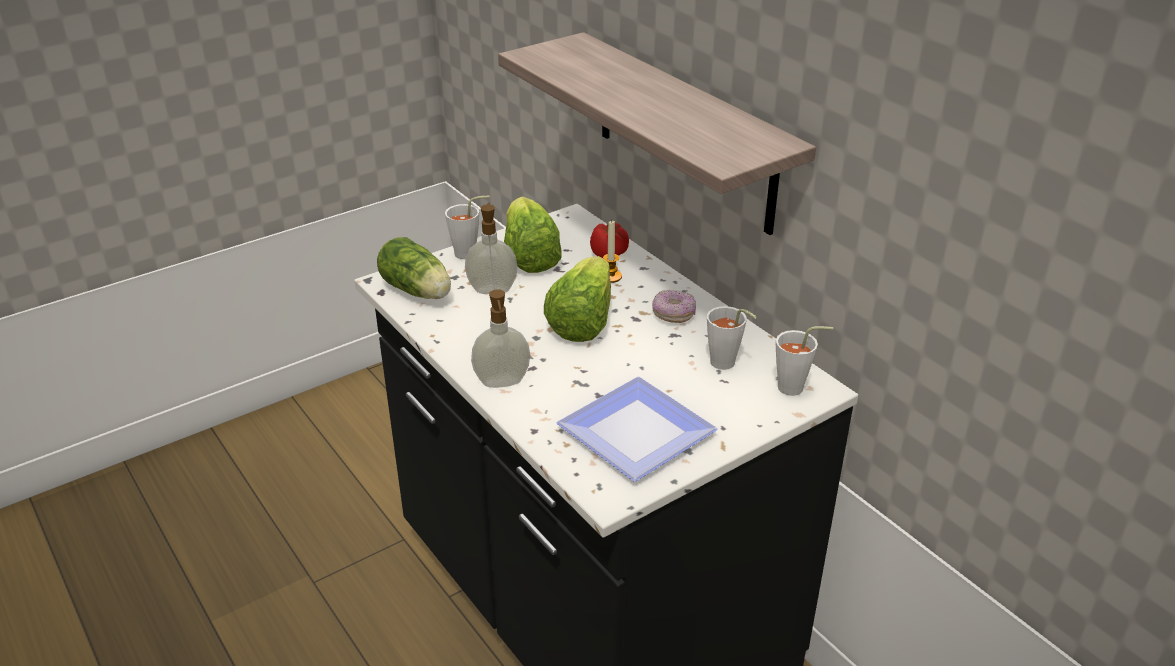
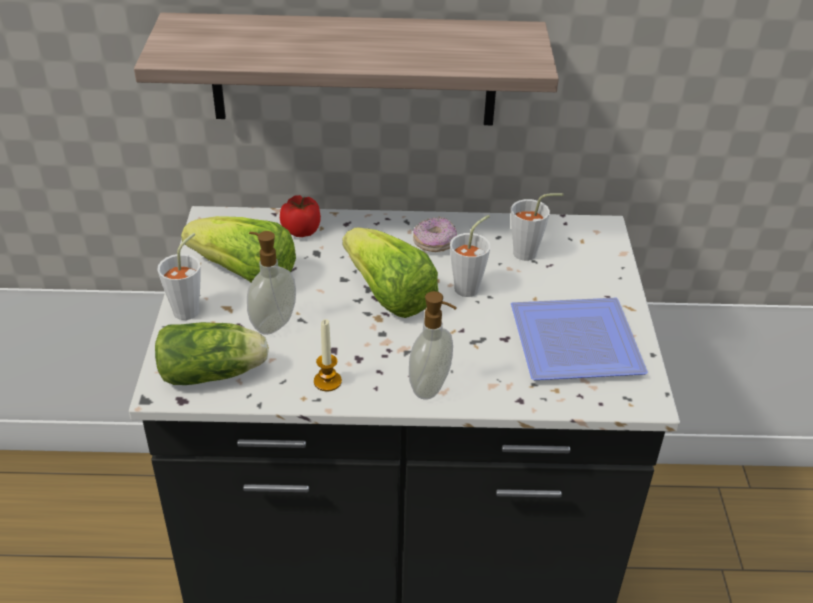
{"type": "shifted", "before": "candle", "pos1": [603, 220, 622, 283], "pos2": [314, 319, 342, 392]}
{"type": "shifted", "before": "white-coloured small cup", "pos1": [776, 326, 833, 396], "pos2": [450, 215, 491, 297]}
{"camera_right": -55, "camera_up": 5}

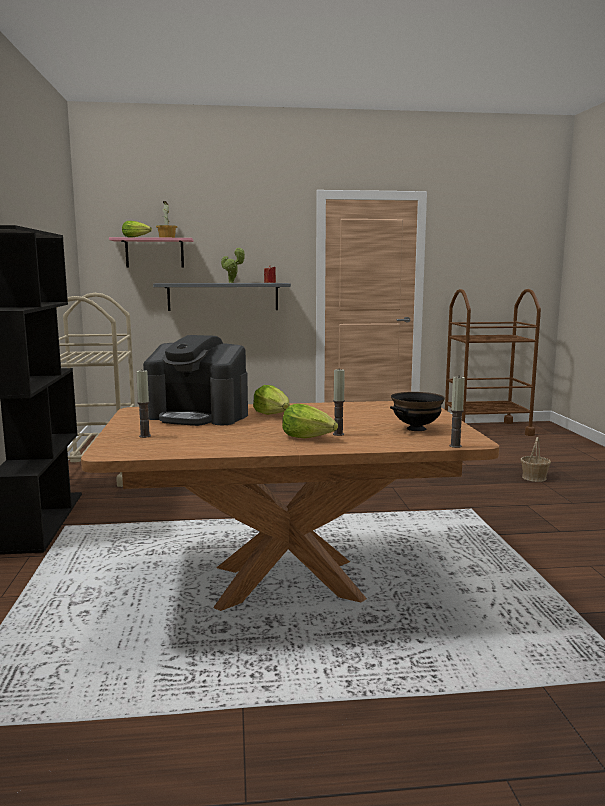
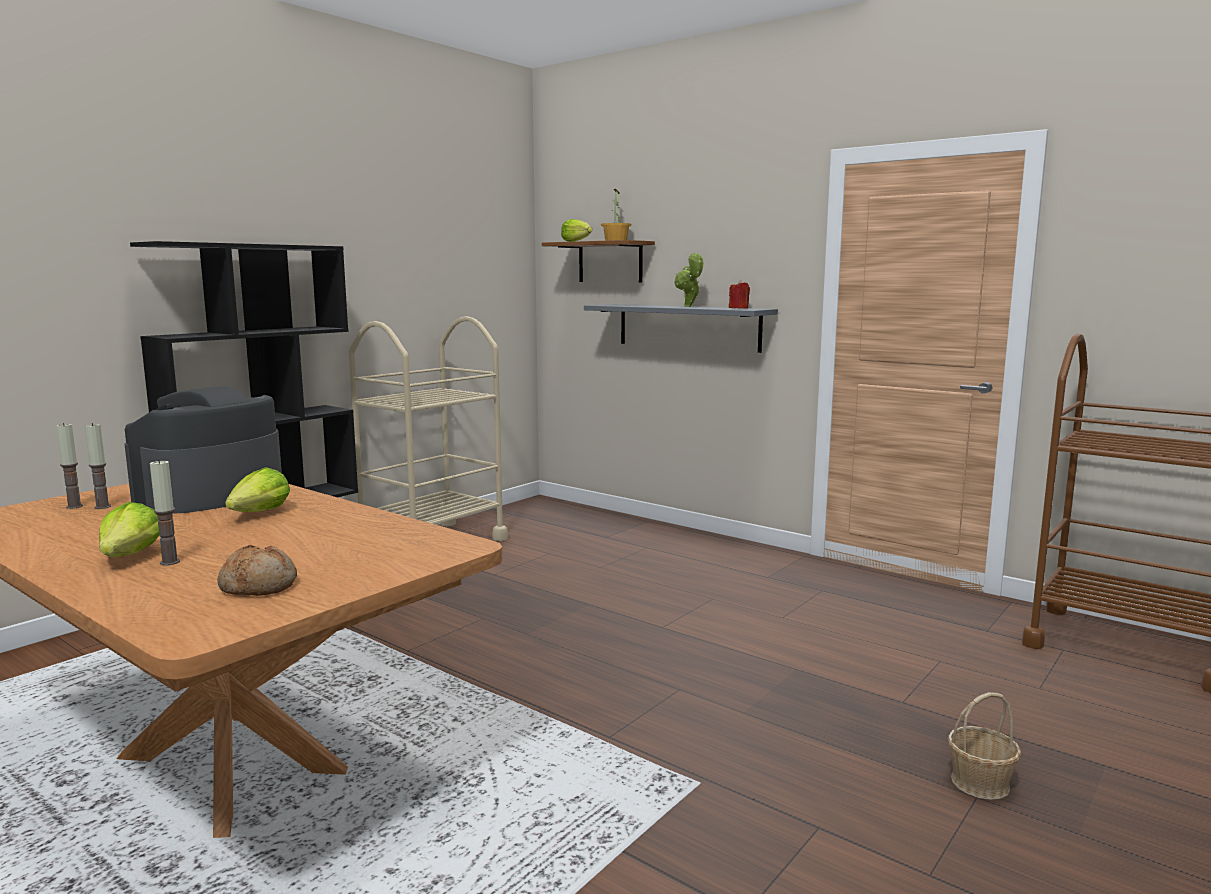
{"type": "shifted", "before": "candle", "pos1": [449, 377, 465, 448], "pos2": [85, 423, 111, 509]}
{"type": "swapped", "before": "blackish deep dish", "after": "bakery bread", "pos1": [390, 392, 445, 431], "pos2": [217, 545, 297, 596]}
{"type": "repainted", "before": "pinkish wall shelf", "after": "brown wall shelf", "pos1": [109, 237, 194, 268], "pos2": [542, 240, 655, 283]}
{"type": "rotated", "before": "coffee maker", "pos1": [143, 335, 248, 426], "pos2": [124, 386, 282, 513], "turn": 60}
{"camera_right": 45, "camera_up": 0}

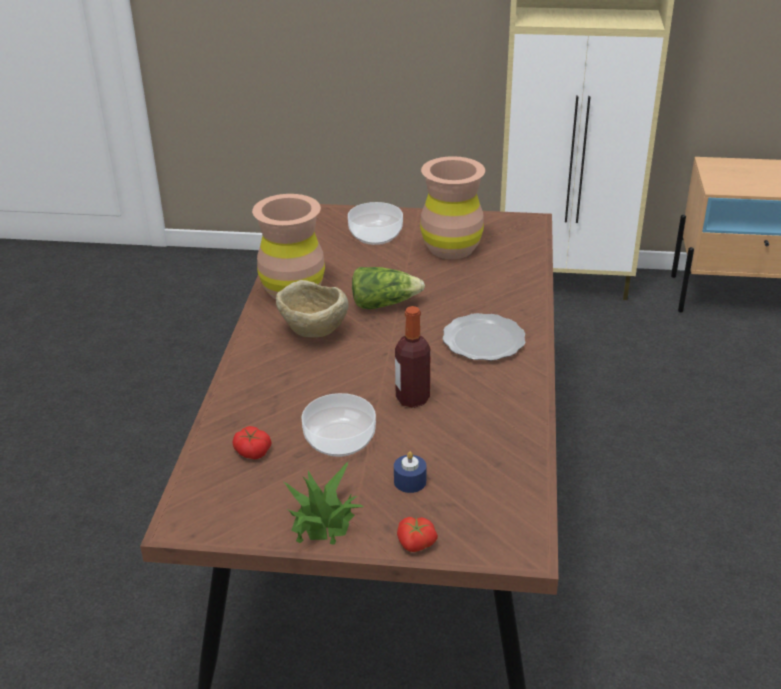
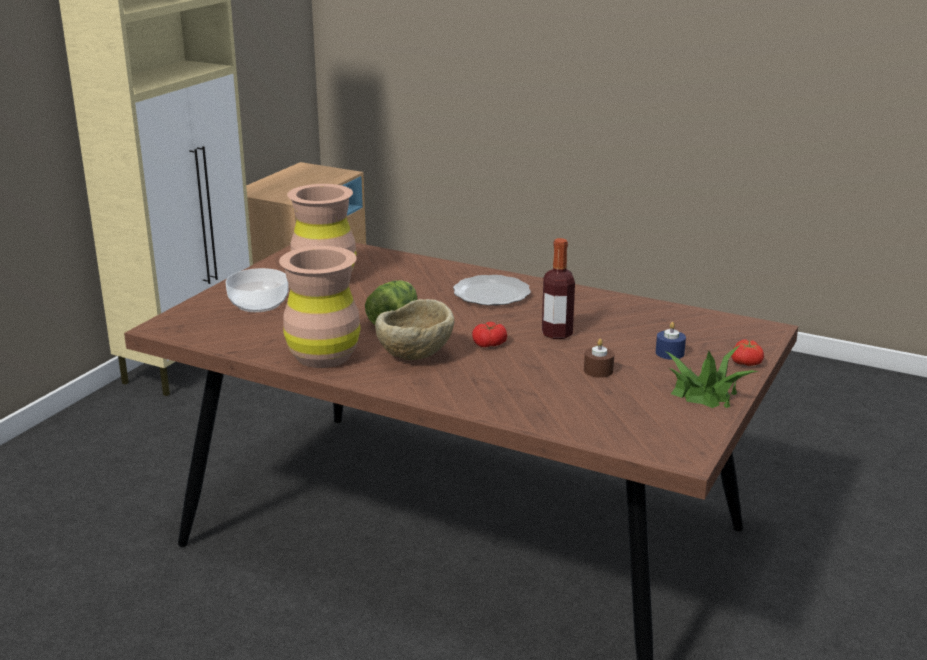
{"type": "shifted", "before": "fresh tomato", "pos1": [233, 426, 272, 459], "pos2": [472, 322, 507, 347]}
{"type": "swapped", "before": "deep dish", "after": "brown candle", "pos1": [302, 393, 376, 457], "pos2": [584, 339, 614, 378]}
{"camera_right": -70, "camera_up": -10}

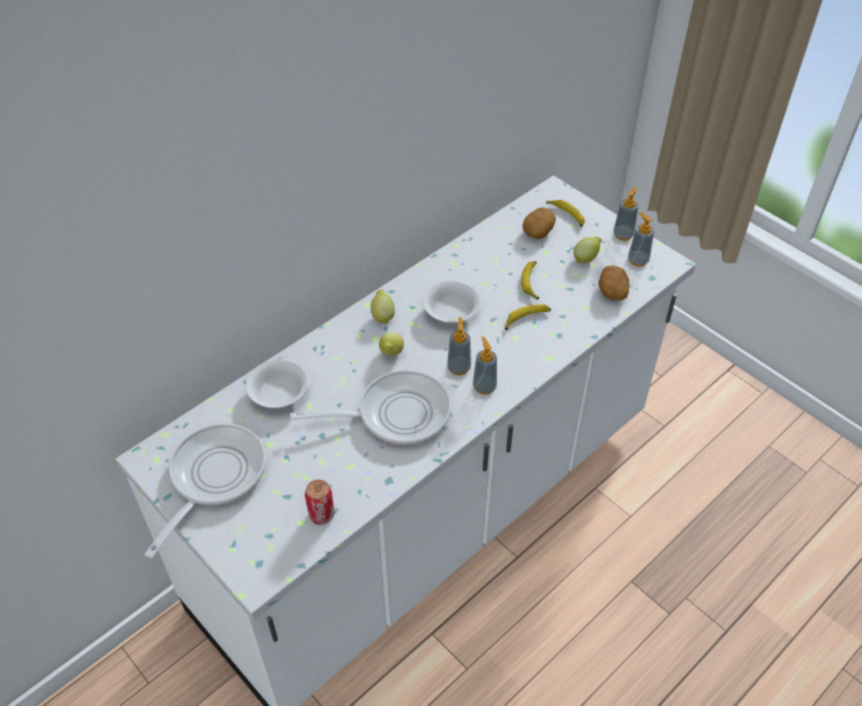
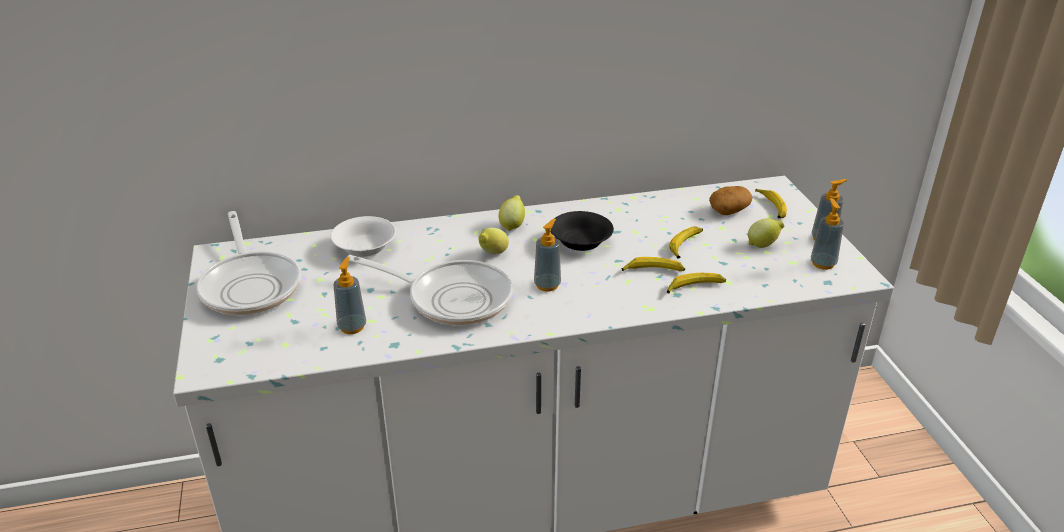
{"type": "gone", "before": "sealed can", "pos1": [305, 480, 334, 525]}
{"type": "gone", "before": "spud", "pos1": [599, 266, 629, 300]}
{"type": "new", "after": "banana fruit", "pos2": [667, 273, 726, 294]}
{"type": "shifted", "before": "soap dispenser", "pos1": [473, 337, 497, 395], "pos2": [333, 257, 366, 334]}
{"type": "repainted", "before": "white-coloured deep dish", "after": "blackish deep dish", "pos1": [423, 281, 481, 323], "pos2": [550, 211, 614, 251]}
{"type": "rotated", "before": "frying pan", "pos1": [144, 423, 266, 558], "pos2": [196, 211, 301, 315], "turn": 105}
{"camera_right": 30, "camera_up": -15}

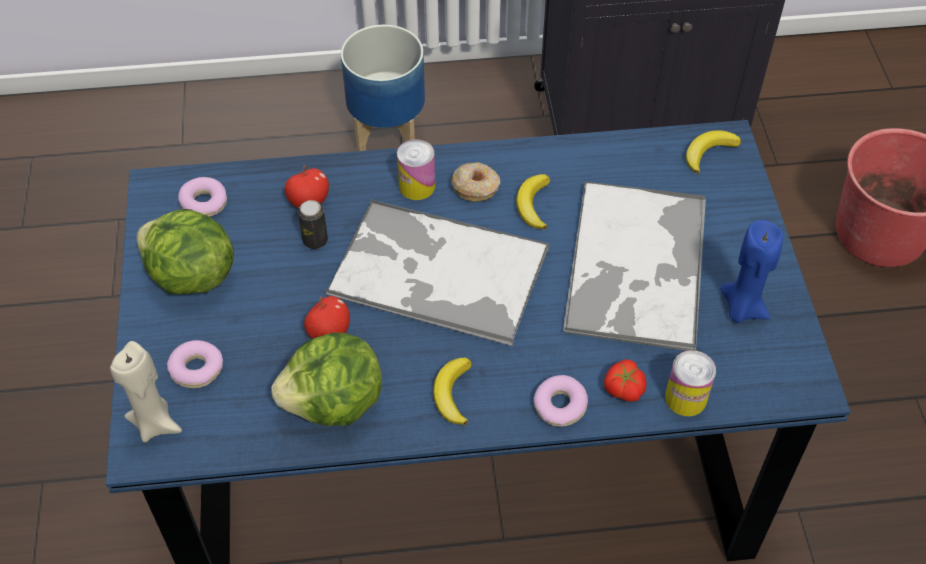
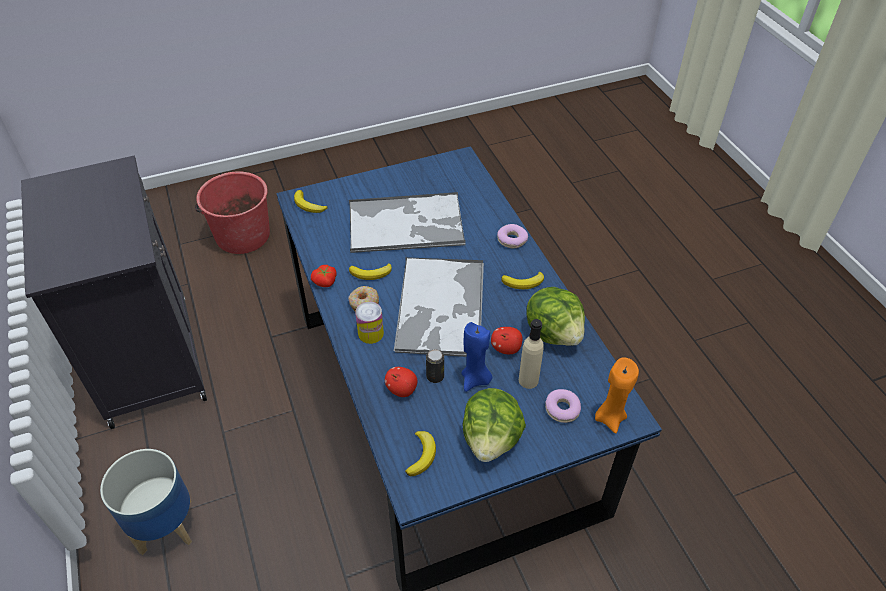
{"type": "gone", "before": "sealed can", "pos1": [665, 350, 716, 416]}
{"type": "new", "after": "beige-coloured bottle", "pos2": [519, 319, 544, 389]}
{"type": "shifted", "before": "fresh tomato", "pos1": [604, 359, 646, 402], "pos2": [311, 265, 337, 287]}
{"type": "shifted", "before": "blue-coloured candle", "pos1": [720, 220, 783, 323], "pos2": [461, 322, 492, 392]}
{"type": "swapped", "before": "doughnut", "after": "banana fruit", "pos1": [178, 177, 227, 217], "pos2": [405, 431, 436, 476]}
{"type": "repainted", "before": "beige-coloured candle", "after": "orangey candle", "pos1": [110, 341, 182, 442], "pos2": [595, 357, 639, 433]}
{"camera_right": -105, "camera_up": -5}

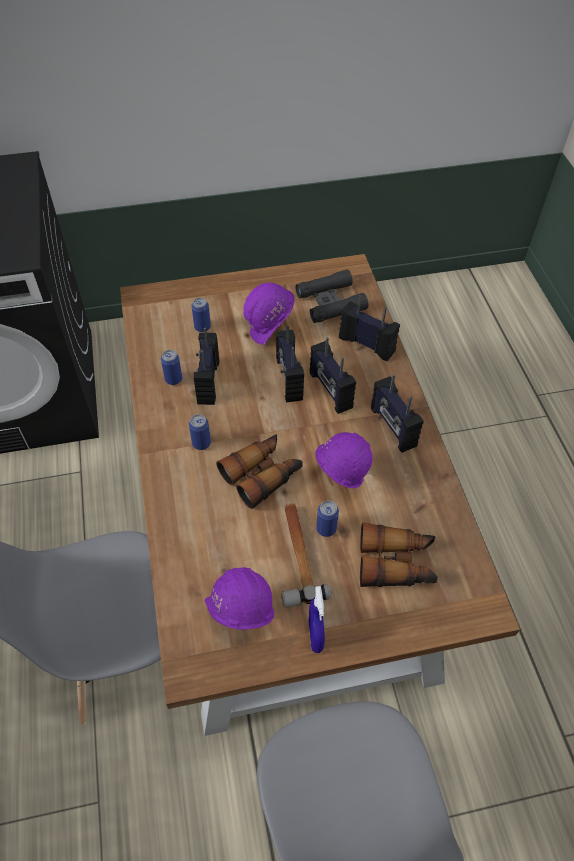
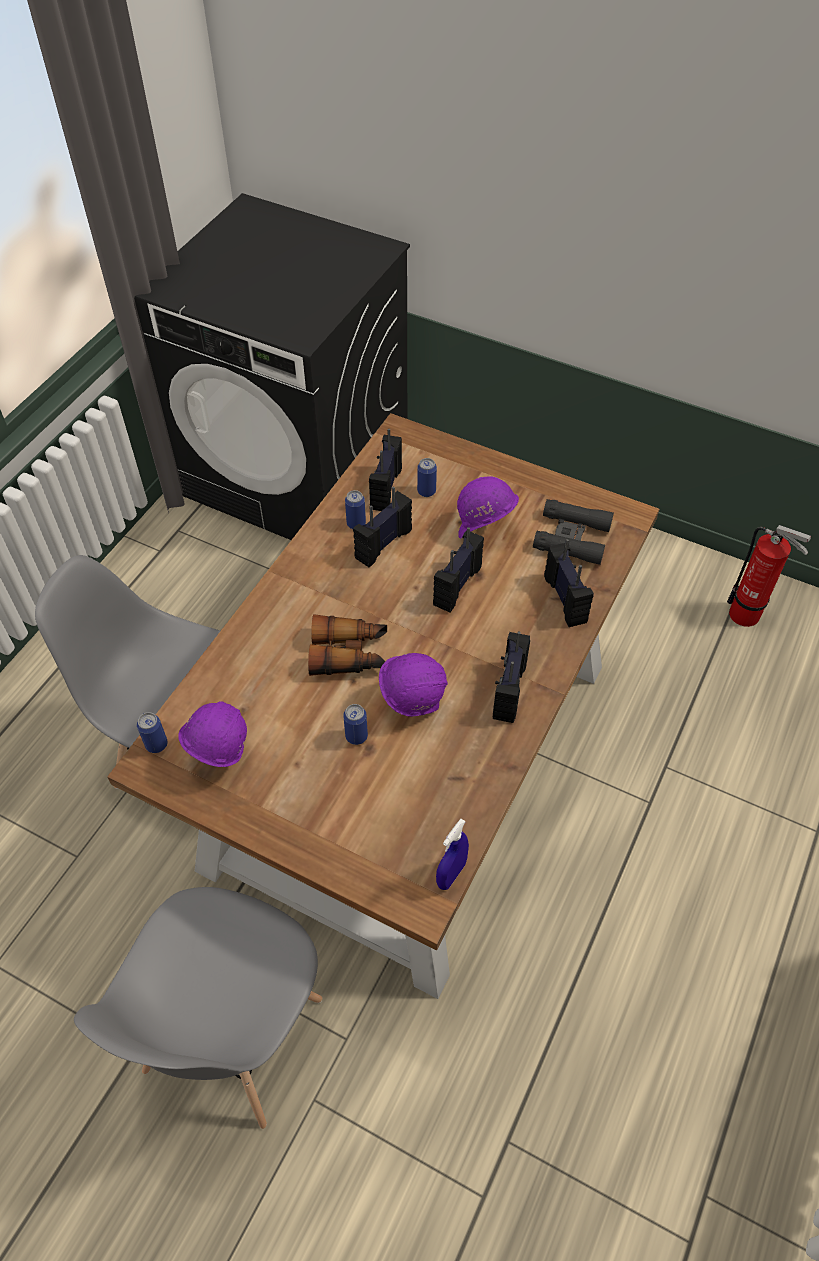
{"type": "gone", "before": "hand hammer", "pos1": [281, 503, 332, 608]}
{"type": "gone", "before": "field glasses", "pos1": [360, 522, 438, 587]}
{"type": "new", "after": "extinguisher", "pos2": [727, 525, 811, 627]}
{"type": "shifted", "before": "sealed can", "pos1": [189, 414, 211, 450], "pos2": [137, 712, 168, 753]}
{"type": "shifted", "before": "blue-coloured hand sprayer", "pos1": [308, 586, 325, 653], "pos2": [436, 819, 469, 890]}
{"type": "shifted", "before": "radio", "pos1": [310, 337, 356, 414], "pos2": [369, 429, 402, 511]}
{"camera_right": 40, "camera_up": 0}

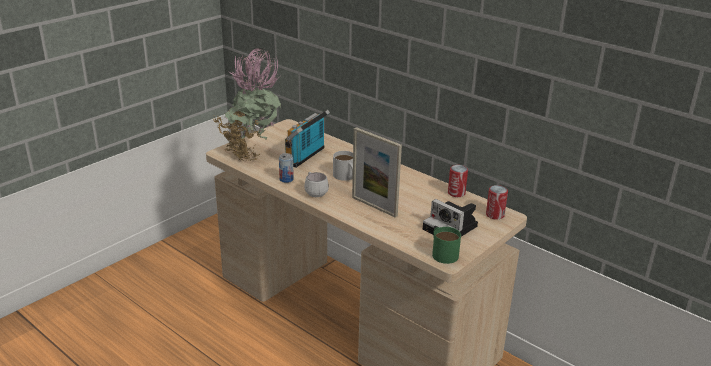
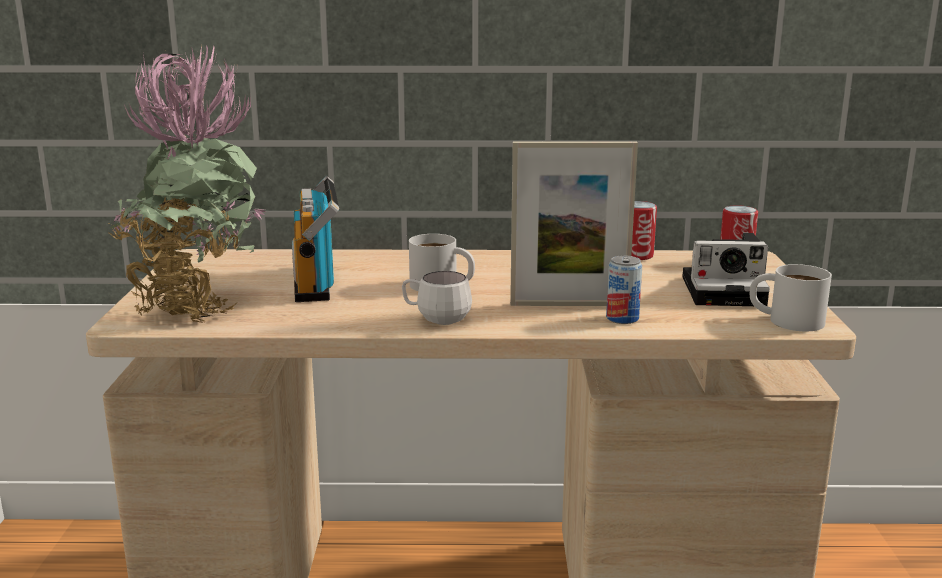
{"type": "shifted", "before": "sealed can", "pos1": [279, 153, 294, 183], "pos2": [606, 255, 642, 324]}
{"type": "repainted", "before": "greenish tea mug", "after": "white-coloured tea mug", "pos1": [432, 227, 461, 264], "pos2": [750, 264, 832, 331]}
{"camera_right": -40, "camera_up": -10}

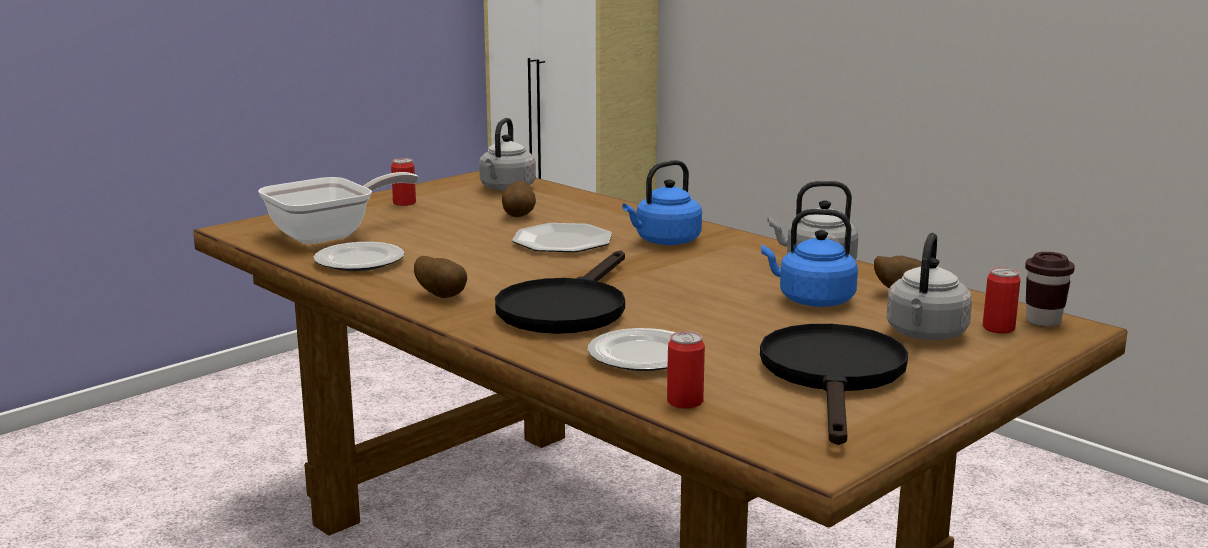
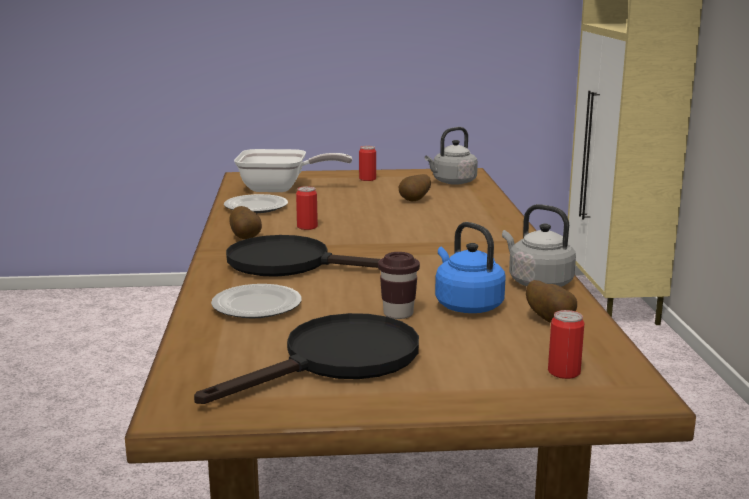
{"type": "gone", "before": "dinner plate", "pos1": [512, 223, 612, 252]}
{"type": "gone", "before": "blue-coloured kettle", "pos1": [622, 160, 702, 245]}
{"type": "gone", "before": "grey kettle", "pos1": [887, 233, 972, 340]}
{"type": "shifted", "before": "sealed can", "pos1": [667, 331, 705, 408], "pos2": [296, 186, 318, 230]}
{"type": "shifted", "before": "brown small cup", "pos1": [1025, 252, 1075, 327], "pos2": [378, 252, 420, 319]}
{"type": "rotated", "before": "blackish frying pan", "pos1": [495, 250, 625, 334], "pos2": [226, 235, 380, 277], "turn": 45}
{"camera_right": 40, "camera_up": 0}

